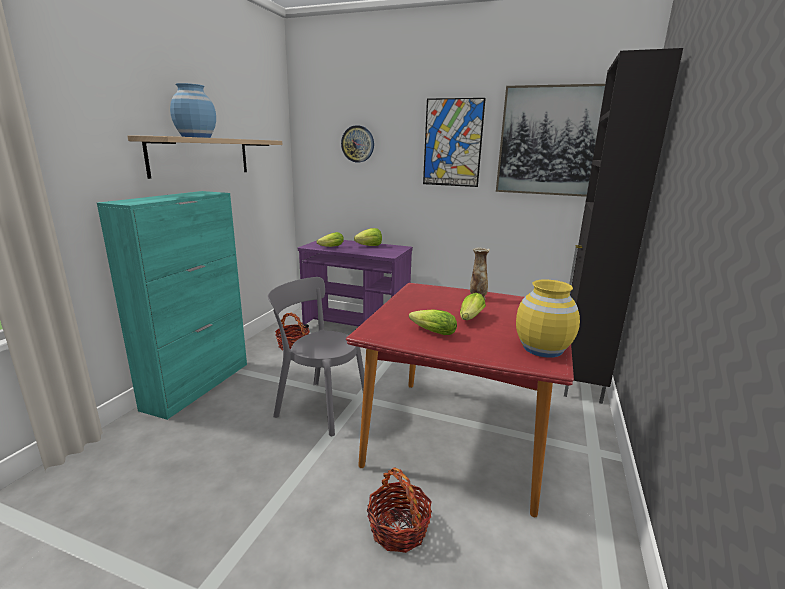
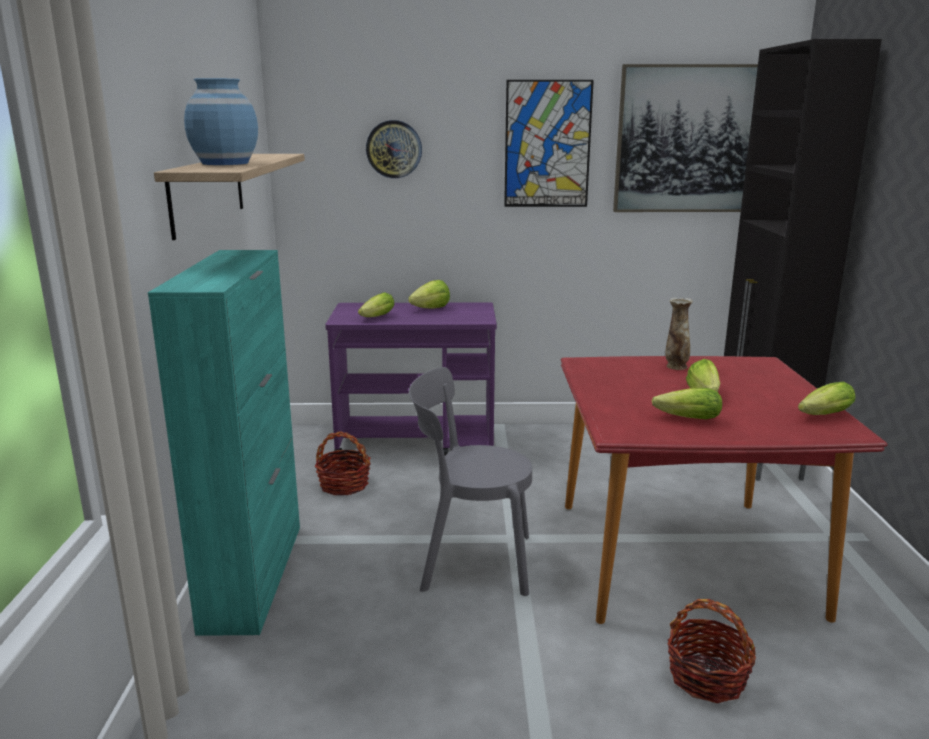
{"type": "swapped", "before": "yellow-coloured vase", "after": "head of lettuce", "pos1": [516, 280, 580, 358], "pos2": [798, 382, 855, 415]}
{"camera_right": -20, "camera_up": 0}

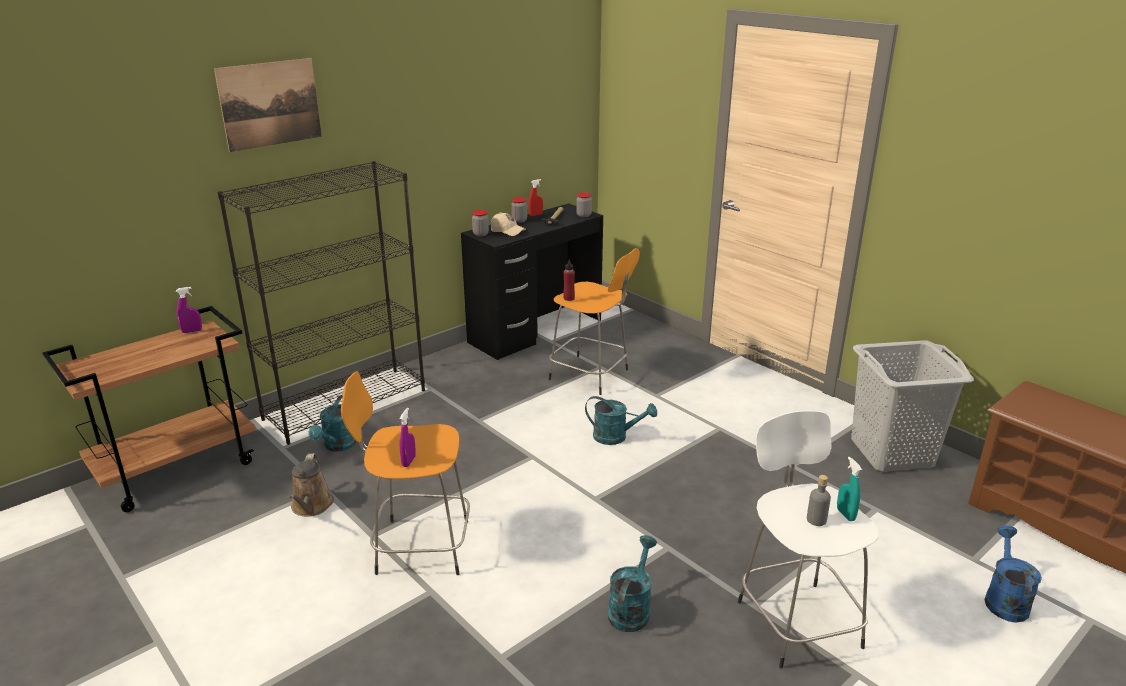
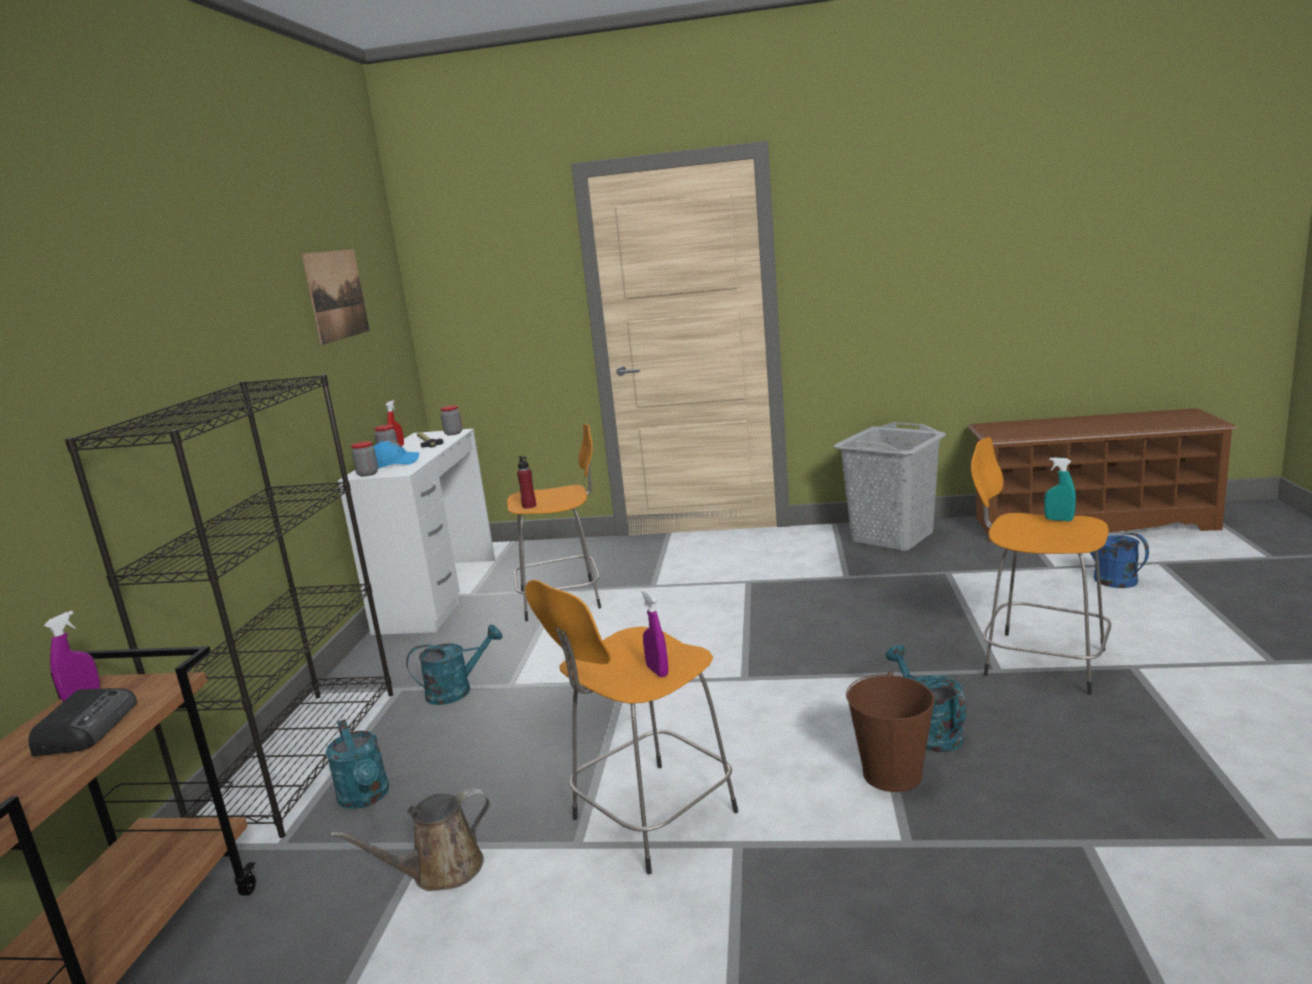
{"type": "gone", "before": "grey bottle", "pos1": [807, 475, 831, 526]}
{"type": "new", "after": "radio", "pos2": [28, 688, 137, 756]}
{"type": "new", "after": "brown bucket", "pos2": [846, 671, 935, 792]}
{"type": "shifted", "before": "wall picture", "pos1": [214, 58, 322, 152], "pos2": [302, 249, 370, 345]}
{"type": "shifted", "before": "blue-green watering can", "pos1": [585, 396, 657, 445], "pos2": [406, 624, 503, 705]}
{"type": "repainted", "before": "blackish desk table", "after": "white-coloured desk table", "pos1": [461, 203, 603, 360], "pos2": [338, 429, 495, 635]}
{"type": "repainted", "before": "beige-coloured cap", "after": "blue-coloured cap", "pos1": [491, 212, 526, 236], "pos2": [373, 441, 419, 468]}
{"type": "repainted", "before": "white-coloured sitting stool", "after": "orangey sitting stool", "pos1": [738, 411, 879, 669], "pos2": [971, 437, 1111, 695]}
{"type": "rotated", "before": "brown watering can", "pos1": [290, 453, 334, 516], "pos2": [330, 788, 490, 891], "turn": 105}
{"camera_right": -40, "camera_up": -10}

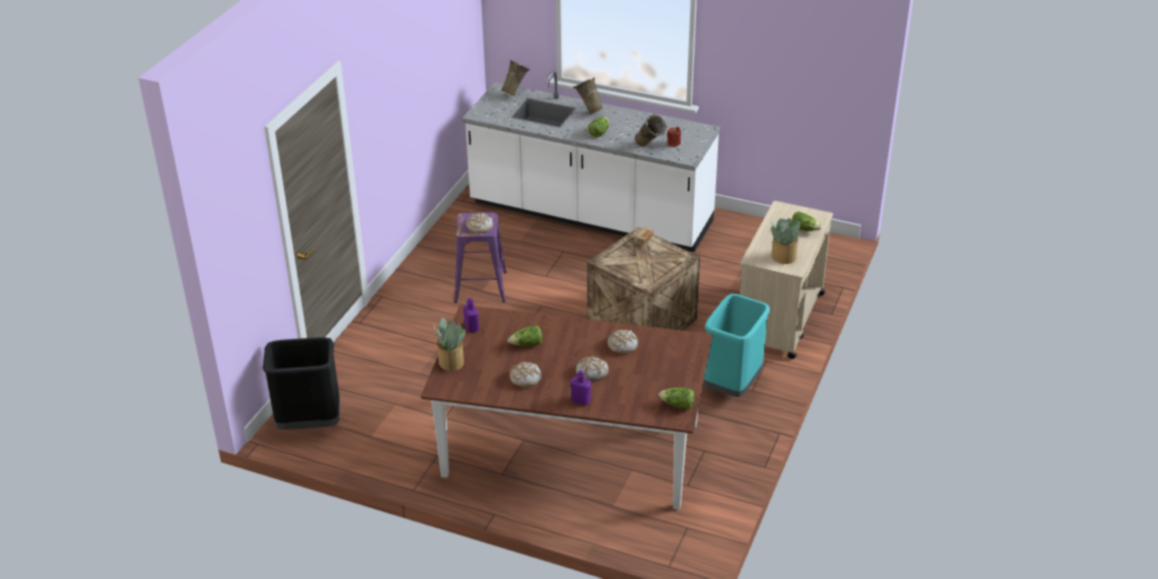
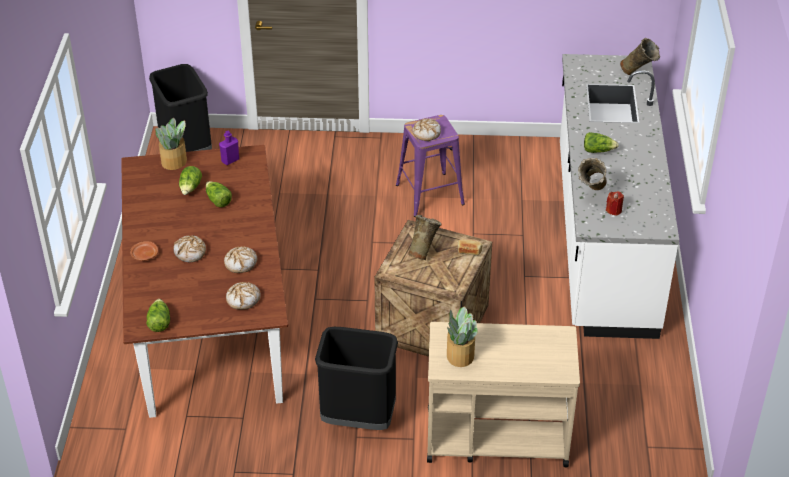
{"type": "shifted", "before": "bakery bread", "pos1": [510, 362, 541, 388], "pos2": [226, 282, 261, 310]}
{"type": "shifted", "before": "beige-coloured vase", "pos1": [573, 77, 603, 114], "pos2": [408, 215, 442, 260]}
{"type": "shifted", "before": "head of lettuce", "pos1": [791, 211, 822, 231], "pos2": [179, 166, 202, 195]}
{"type": "swapped", "before": "purple bottle", "after": "brown dinner plate", "pos1": [570, 370, 591, 406], "pos2": [130, 241, 158, 261]}
{"type": "repainted", "before": "blue-green rubbish bin", "after": "blackish rubbish bin", "pos1": [703, 294, 770, 397], "pos2": [315, 327, 398, 430]}
{"camera_right": 70, "camera_up": 5}

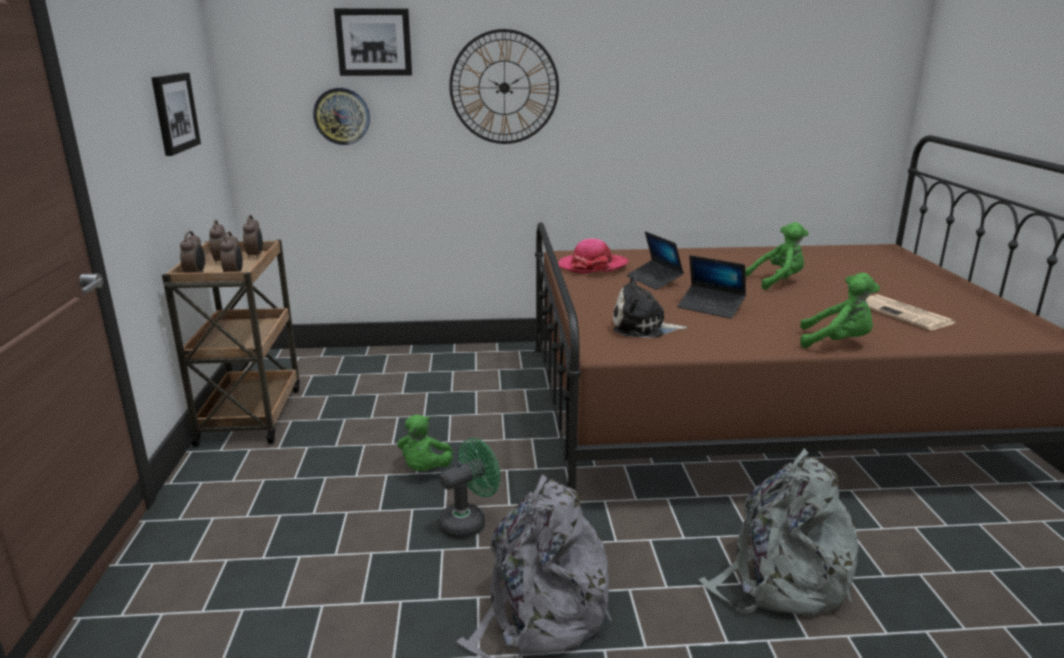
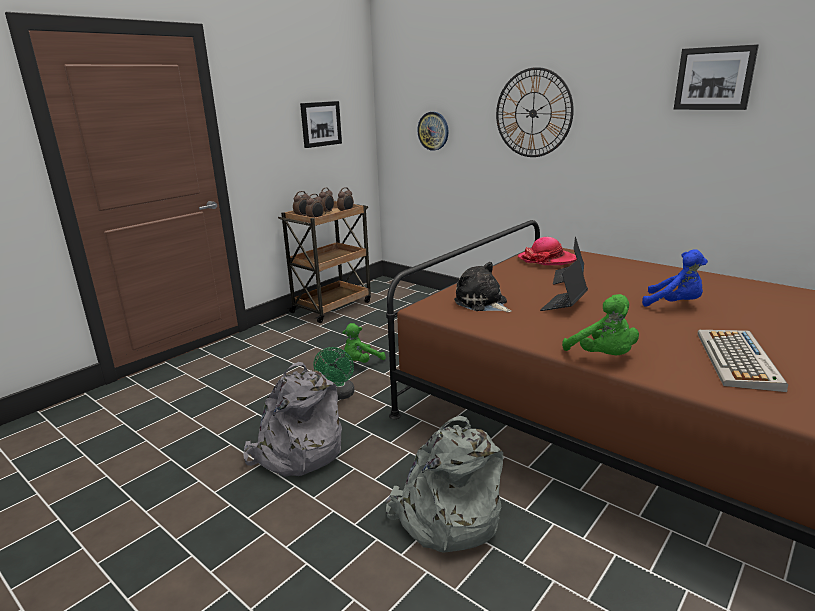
{"type": "shifted", "before": "wall picture", "pos1": [334, 8, 412, 76], "pos2": [674, 44, 759, 110]}
{"type": "swapped", "before": "newspaper", "after": "computer keyboard", "pos1": [866, 295, 955, 330], "pos2": [697, 330, 788, 392]}
{"type": "repainted", "before": "greenish soft toy", "after": "blue-coloured soft toy", "pos1": [745, 222, 809, 290], "pos2": [642, 249, 708, 307]}
{"type": "rotated", "before": "greenish fan", "pos1": [438, 438, 500, 539], "pos2": [314, 347, 355, 400], "turn": 90}
{"type": "rotated", "before": "notebook computer", "pos1": [677, 255, 746, 319], "pos2": [540, 259, 588, 311], "turn": 45}
{"camera_right": 45, "camera_up": 0}

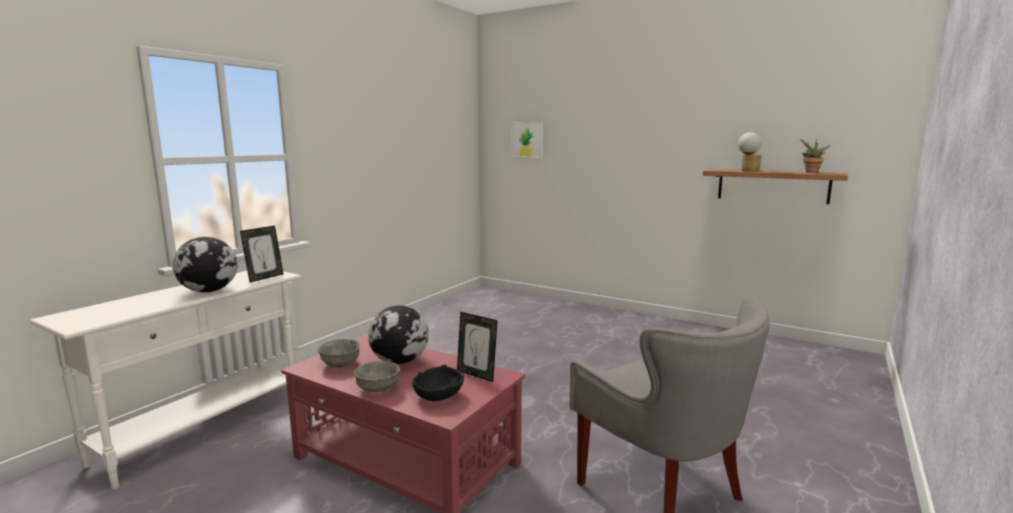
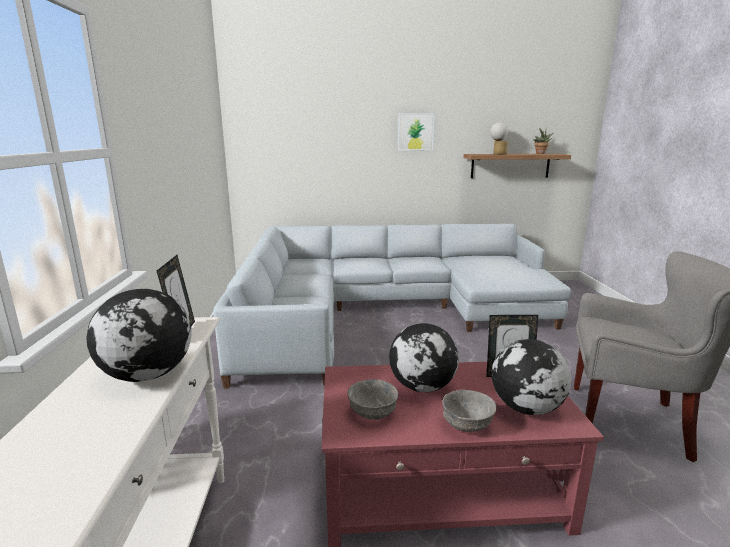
{"type": "new", "after": "grey couch", "pos2": [213, 224, 571, 389]}
{"type": "shifted", "before": "wall picture", "pos1": [511, 121, 543, 158], "pos2": [398, 113, 435, 150]}
{"type": "swapped", "before": "blackish deep dish", "after": "globe", "pos1": [412, 365, 464, 401], "pos2": [492, 339, 571, 415]}
{"camera_right": -35, "camera_up": 5}

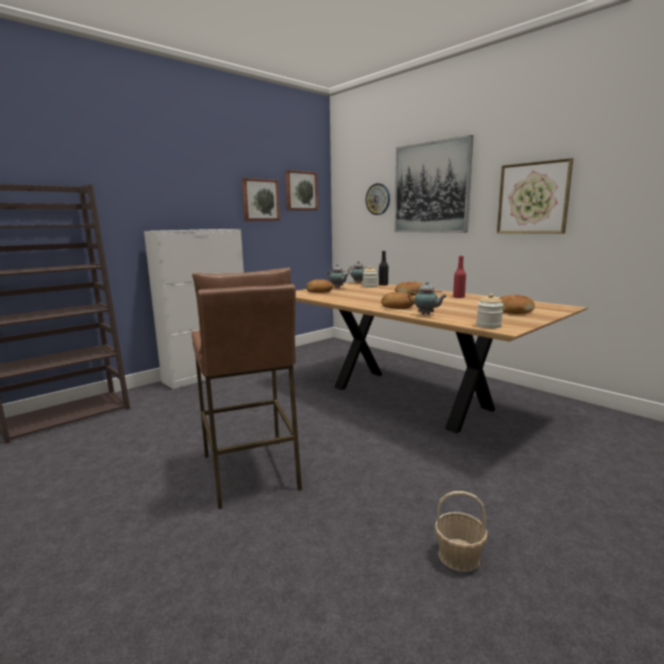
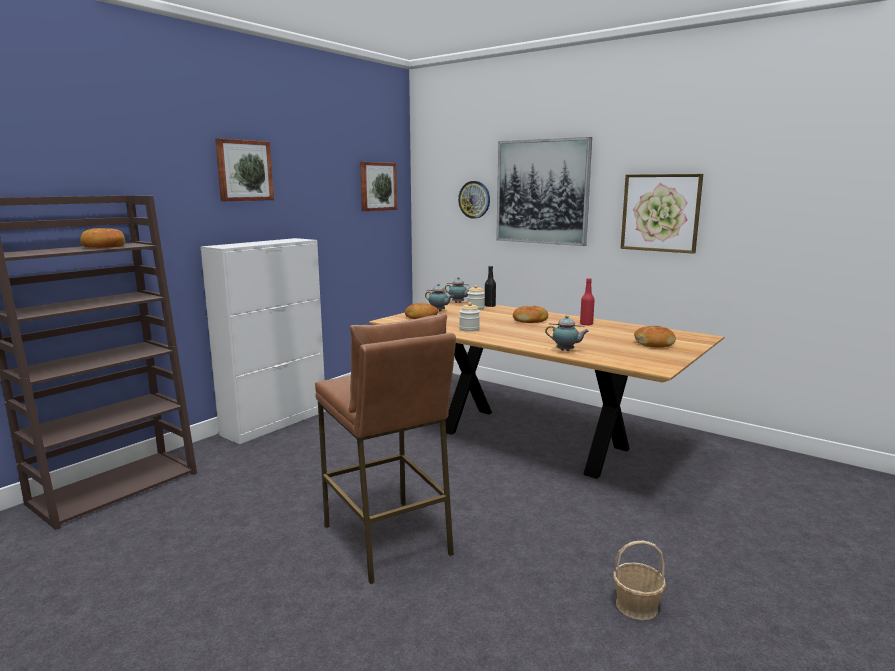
{"type": "shifted", "before": "wall picture", "pos1": [242, 178, 280, 221], "pos2": [215, 139, 274, 201]}
{"type": "shifted", "before": "bakery bread", "pos1": [381, 292, 415, 309], "pos2": [80, 228, 125, 248]}
{"type": "shifted", "before": "jar", "pos1": [476, 293, 503, 328], "pos2": [459, 302, 480, 332]}
{"camera_right": -10, "camera_up": 0}

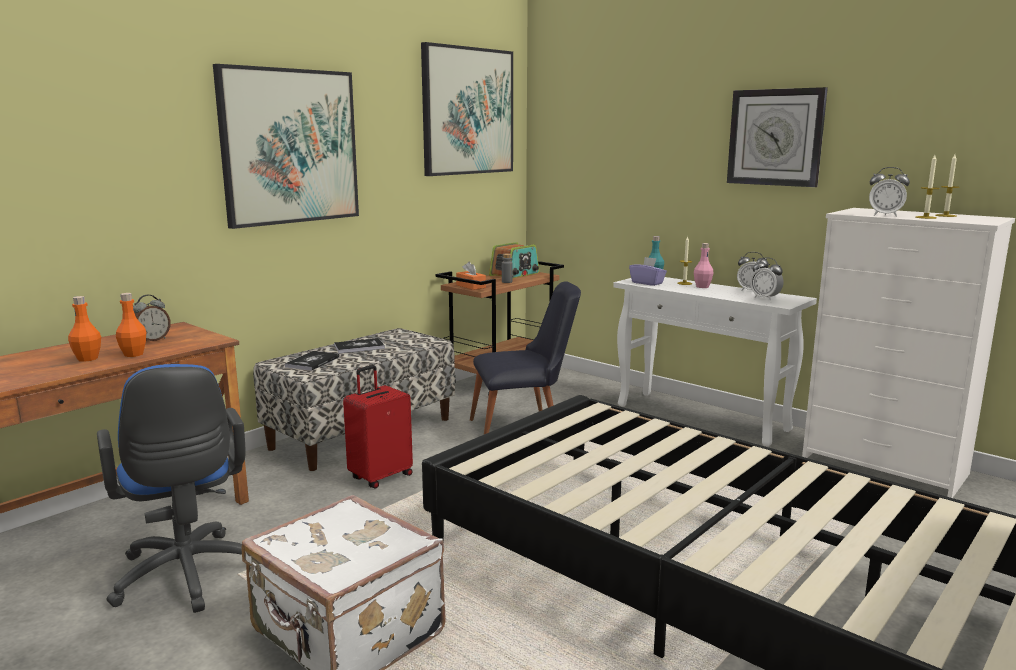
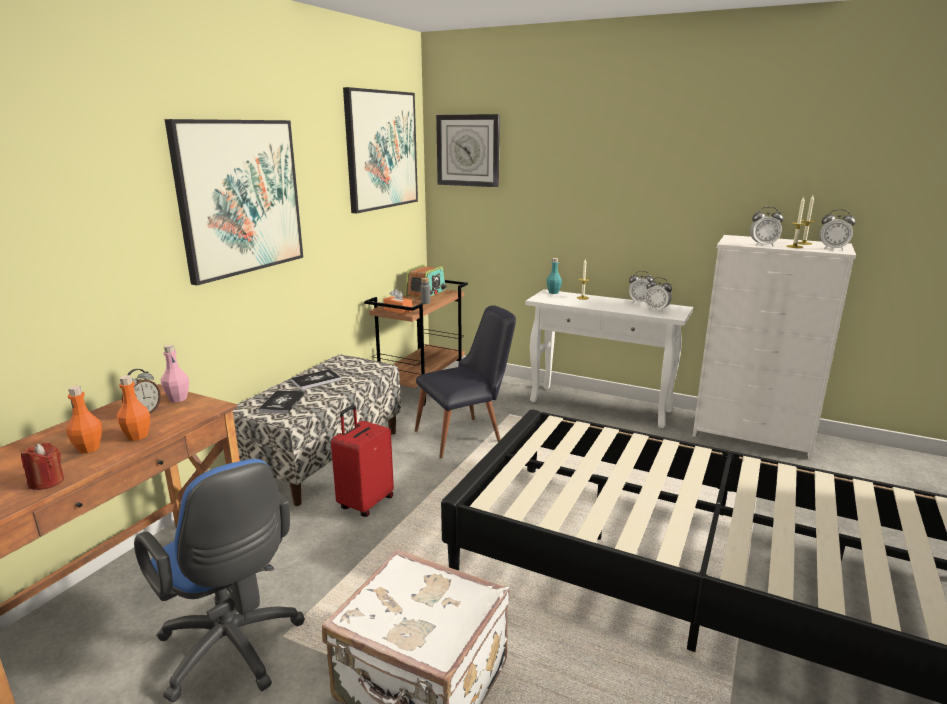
{"type": "gone", "before": "purple tissue holder", "pos1": [629, 257, 667, 286]}
{"type": "new", "after": "red candle", "pos2": [21, 442, 64, 490]}
{"type": "new", "after": "alarm clock", "pos2": [819, 209, 856, 251]}
{"type": "shifted", "before": "pinkish bottle", "pos1": [694, 243, 713, 288], "pos2": [161, 345, 189, 402]}
{"type": "shifted", "before": "hanging clock", "pos1": [727, 87, 828, 187], "pos2": [436, 114, 500, 187]}
{"camera_right": -15, "camera_up": 5}

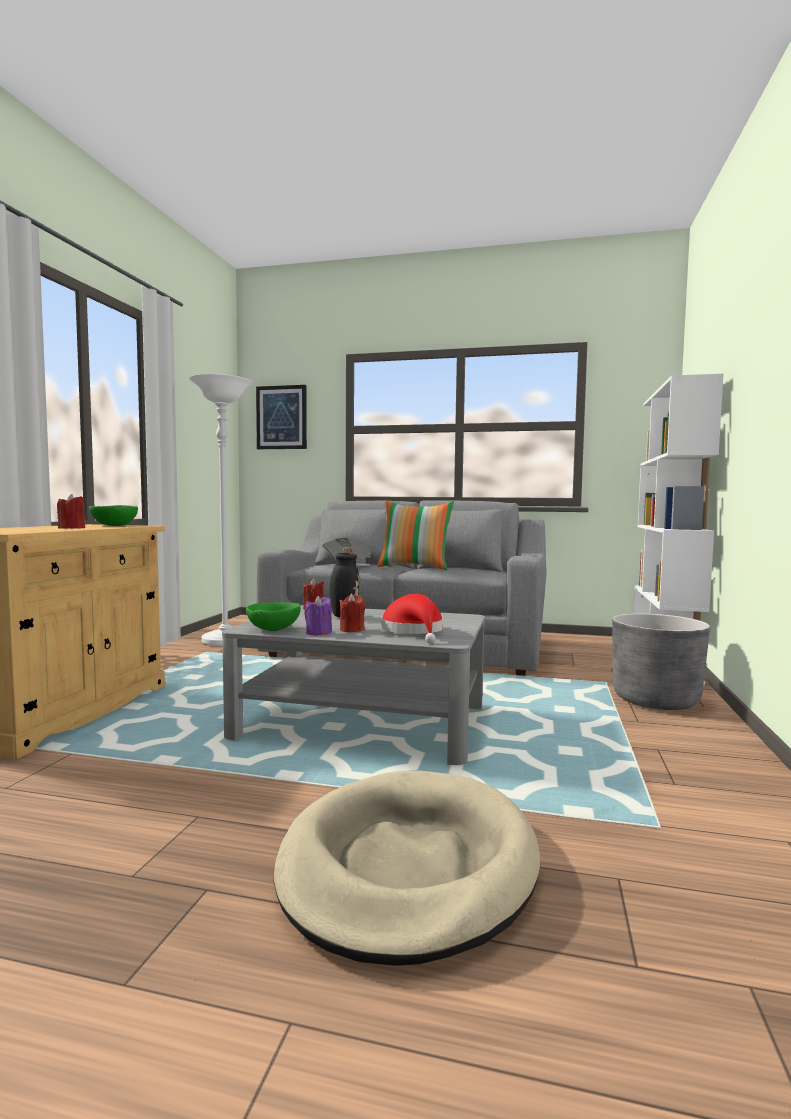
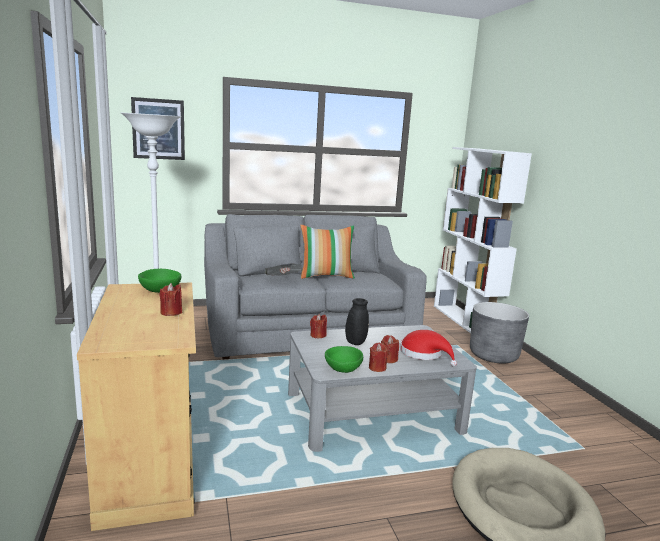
{"type": "repainted", "before": "purple candle", "after": "red candle", "pos1": [304, 596, 332, 635], "pos2": [369, 343, 388, 372]}
{"camera_right": -30, "camera_up": 10}

